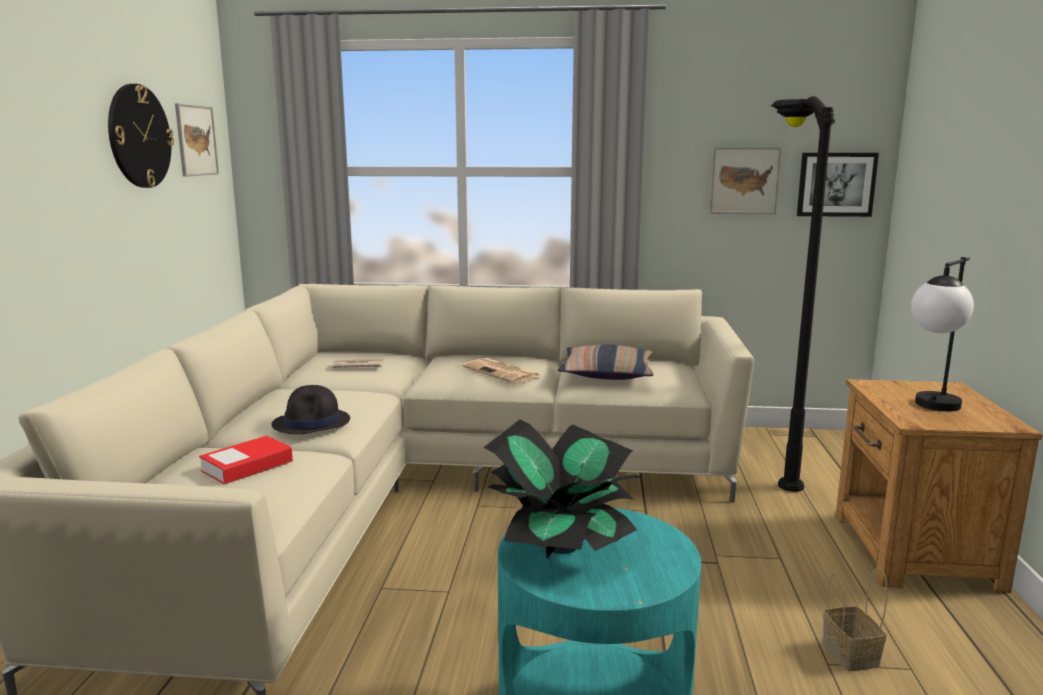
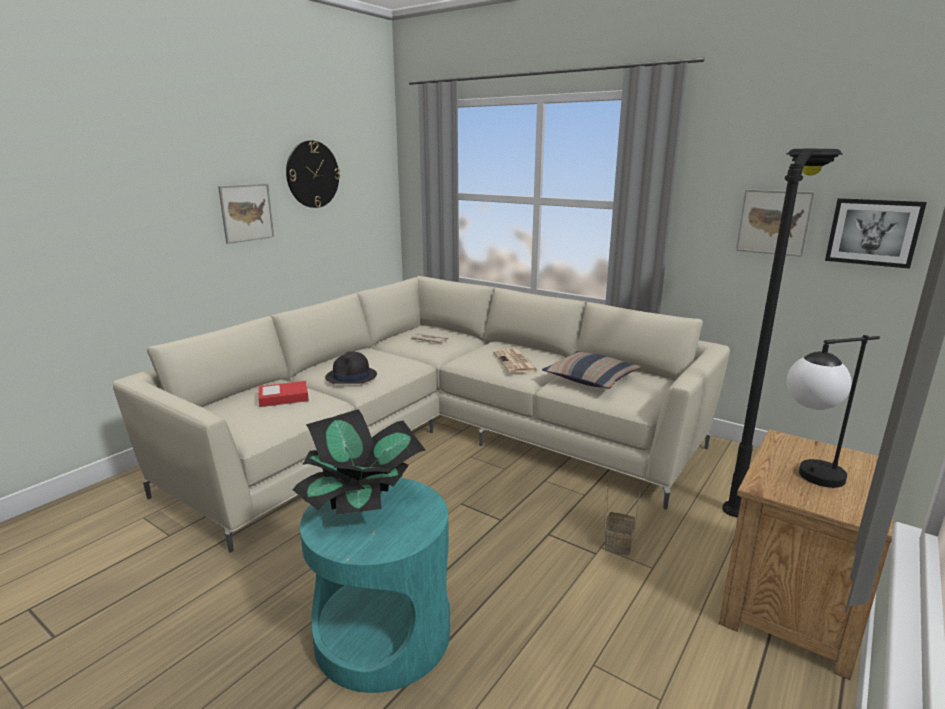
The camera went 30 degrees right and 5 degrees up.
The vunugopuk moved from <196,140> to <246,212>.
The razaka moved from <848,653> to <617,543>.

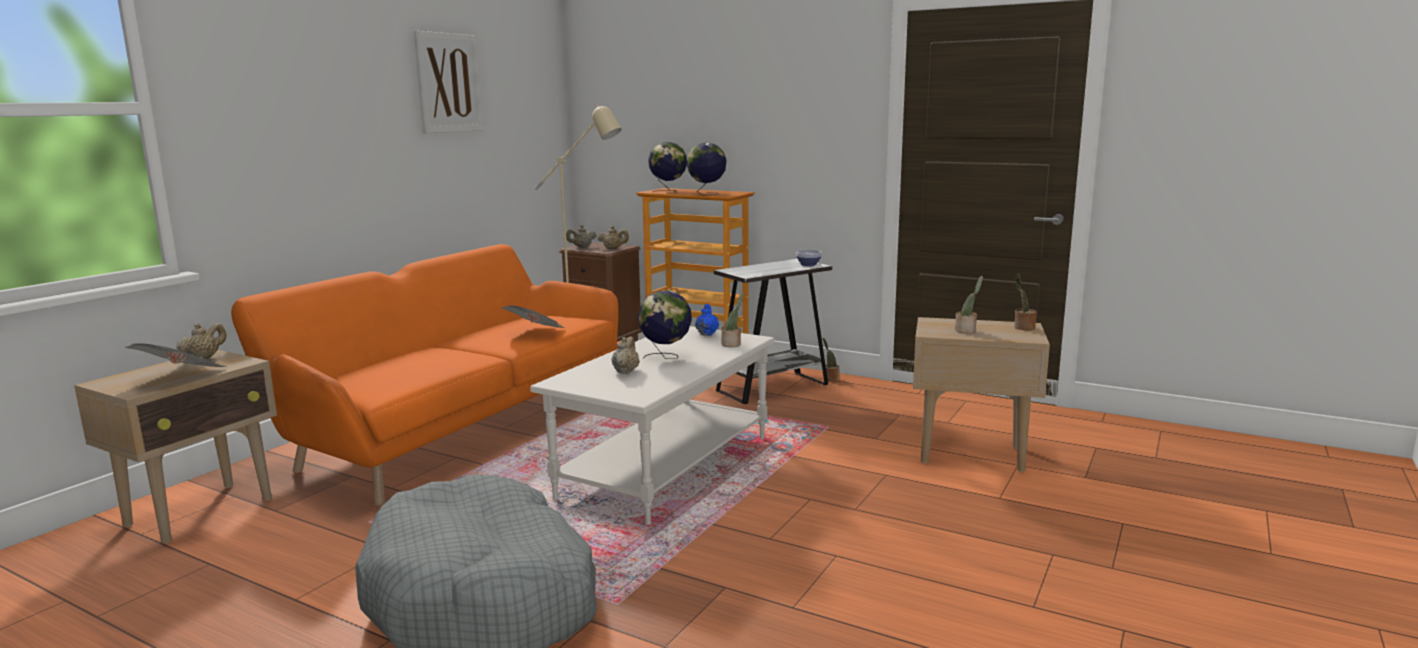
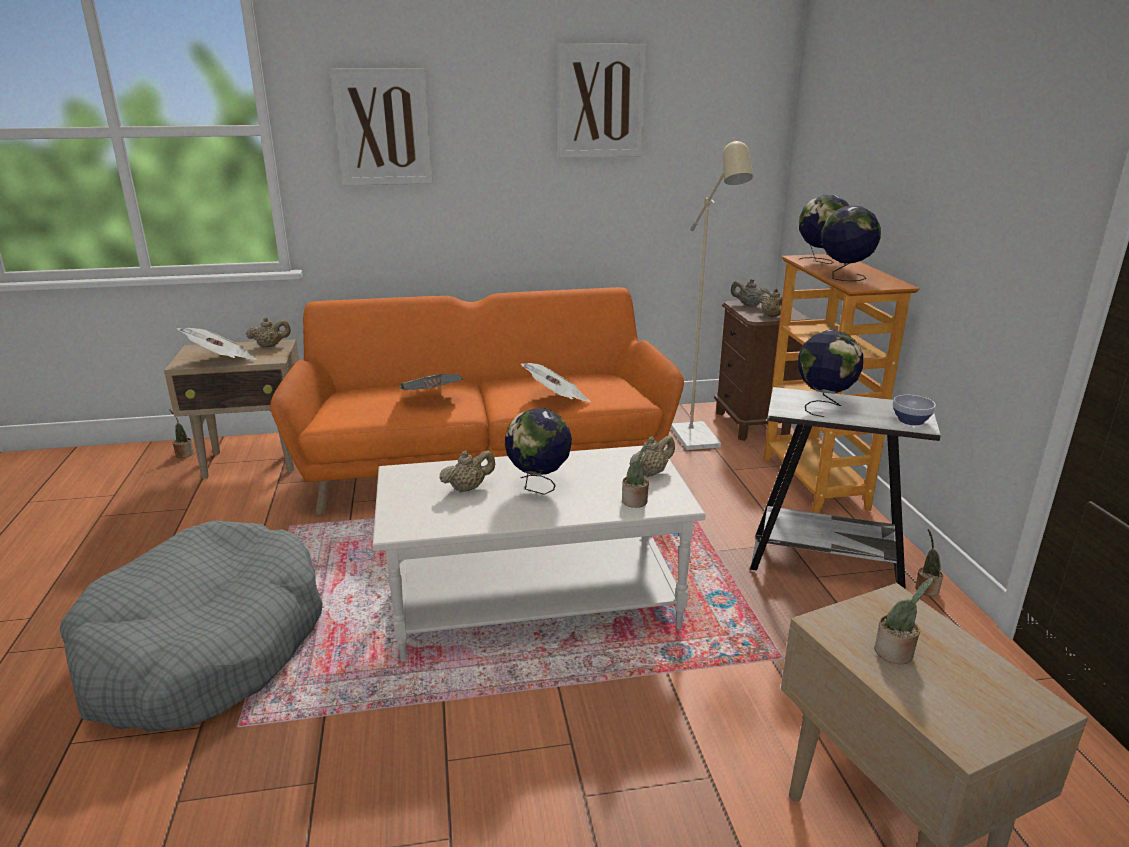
The camera went 50 degrees right and 10 degrees up.
The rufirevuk moved from <1023,328> to <184,454>.
The vunugopuk at <383,128> appeared.
The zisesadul at <432,399> appeared.
The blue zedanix at <707,334> became the beige zedanix at <651,473>.
The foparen at <823,406> appeared.

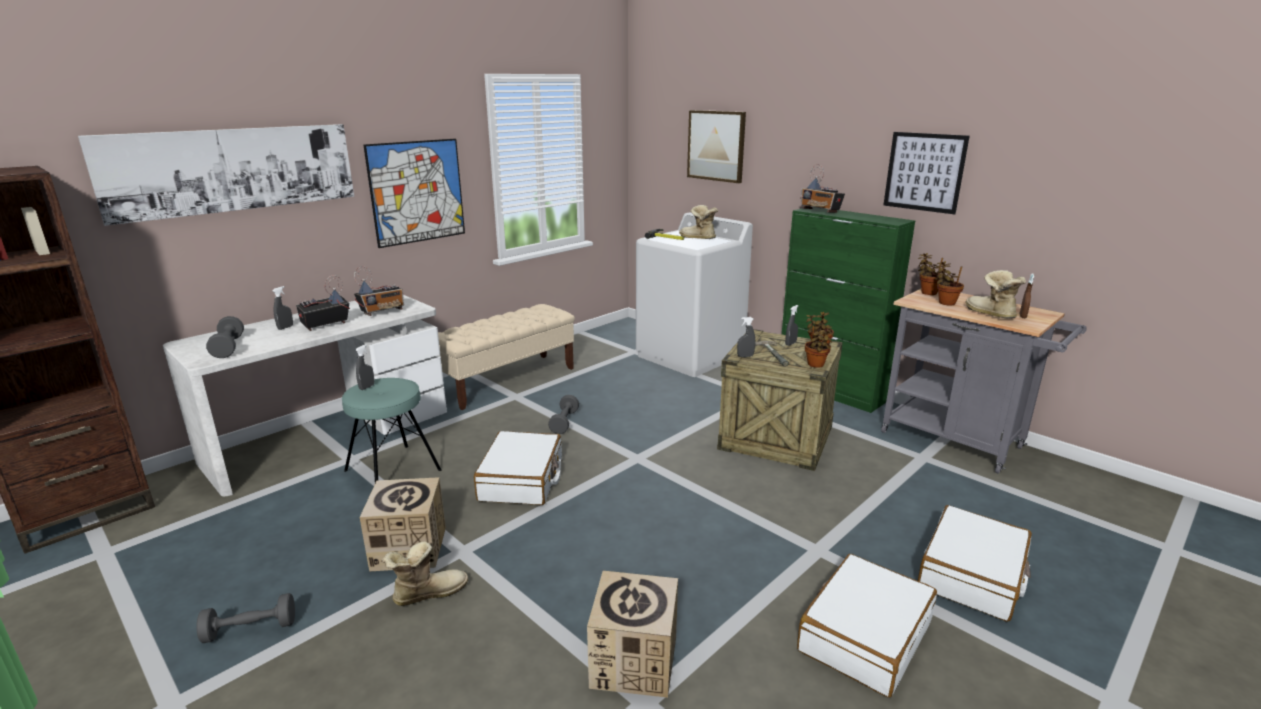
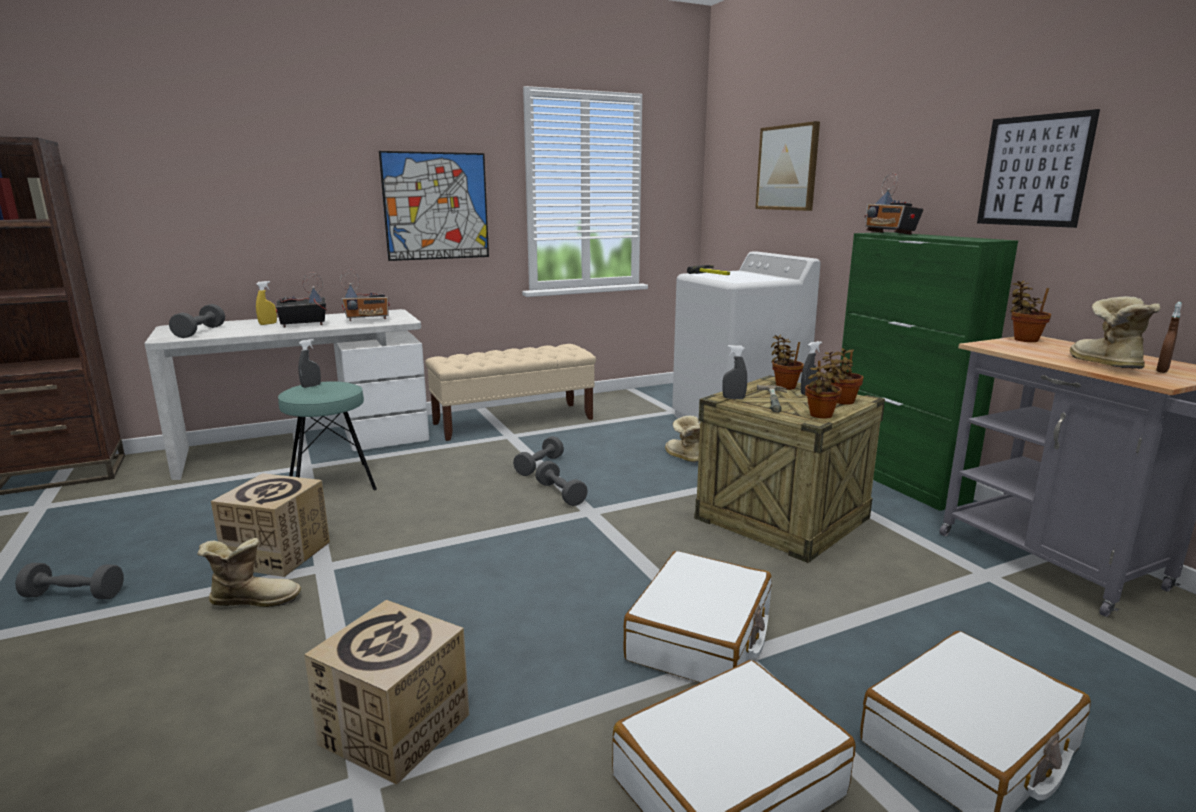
The camera went 20 degrees right and 5 degrees down.
The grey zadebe at <285,327> became the yellow zadebe at <268,324>.
The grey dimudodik at <560,494> appeared.
The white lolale moved from <522,480> to <701,637>.
The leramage moved from <697,238> to <683,457>.
The rufirevuk moved from <945,302> to <784,386>.
The vunugopuk at <233,169> disappeared.

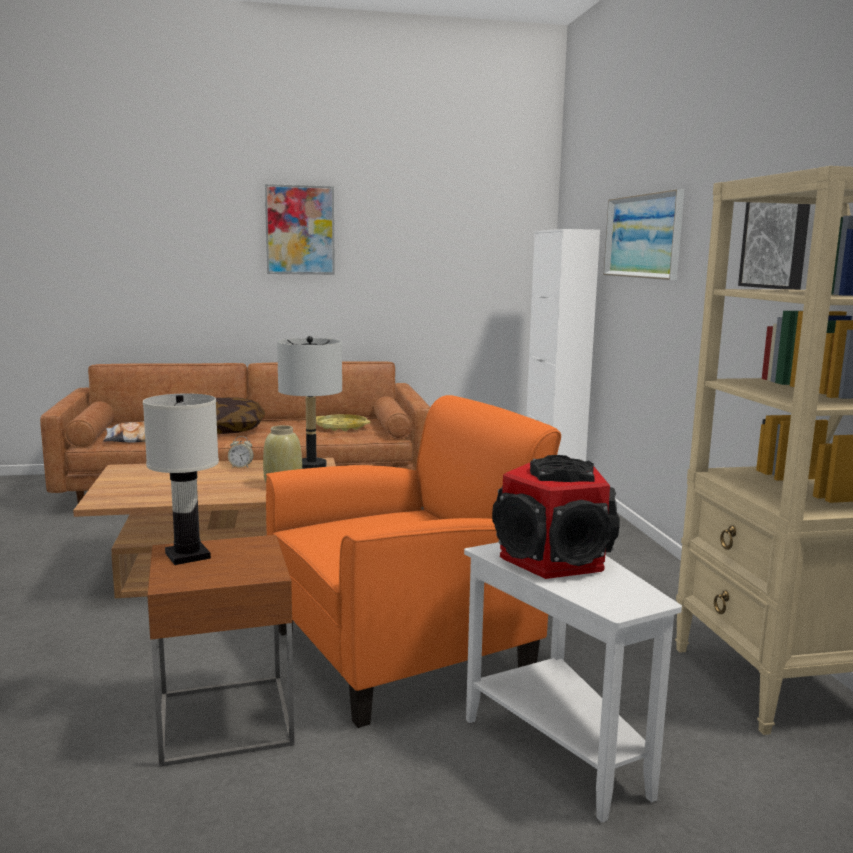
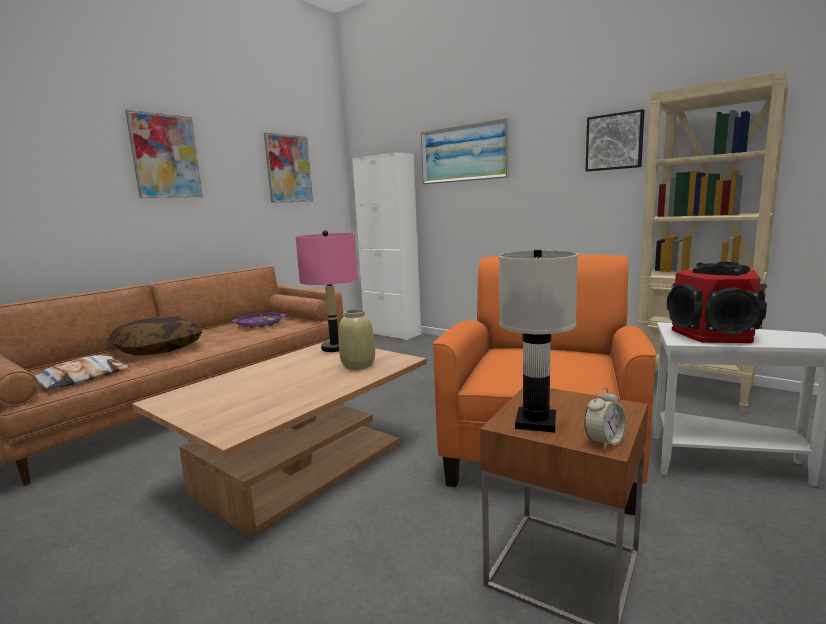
The camera went 40 degrees left and 0 degrees up.
The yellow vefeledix at <341,427> became the purple vefeledix at <260,324>.
The vunugopuk at <288,169> appeared.
The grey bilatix at <311,466> became the pink bilatix at <334,348>.
The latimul moved from <241,467> to <604,442>.

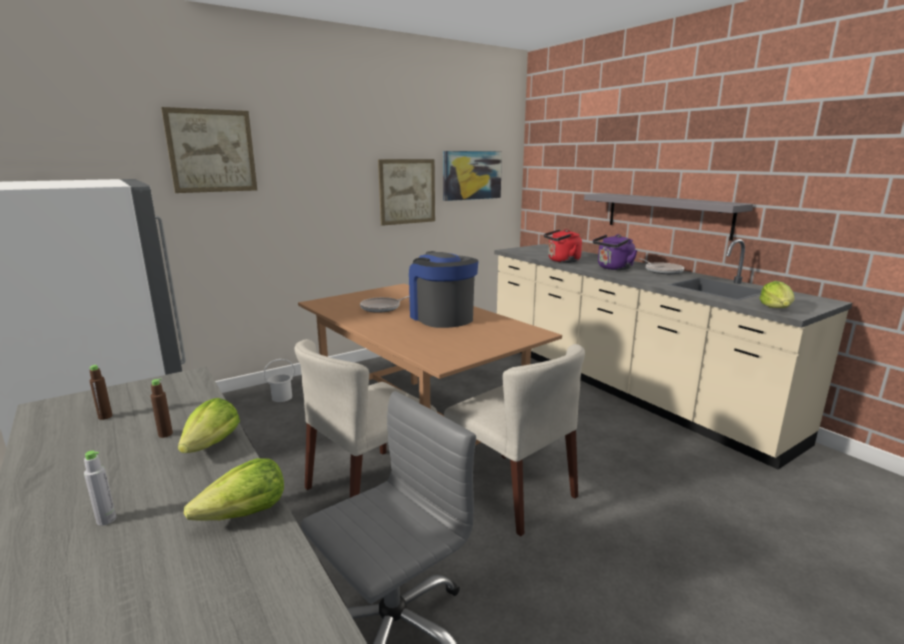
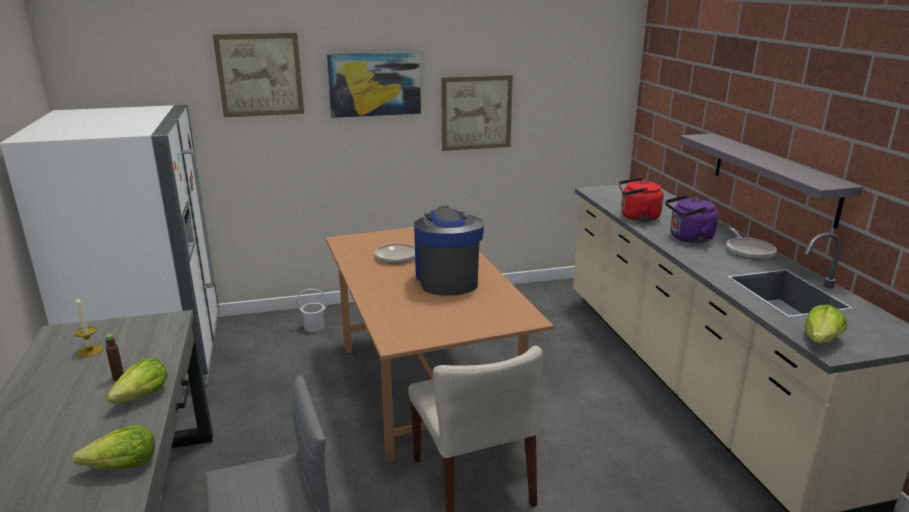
The camera went 20 degrees right and 5 degrees up.
The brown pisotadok at <105,417> was replaced by the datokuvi at <90,351>.
The vunugopuk moved from <472,175> to <374,84>.
The grey pisotadok at <106,520> disappeared.
The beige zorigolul at <368,486> disappeared.

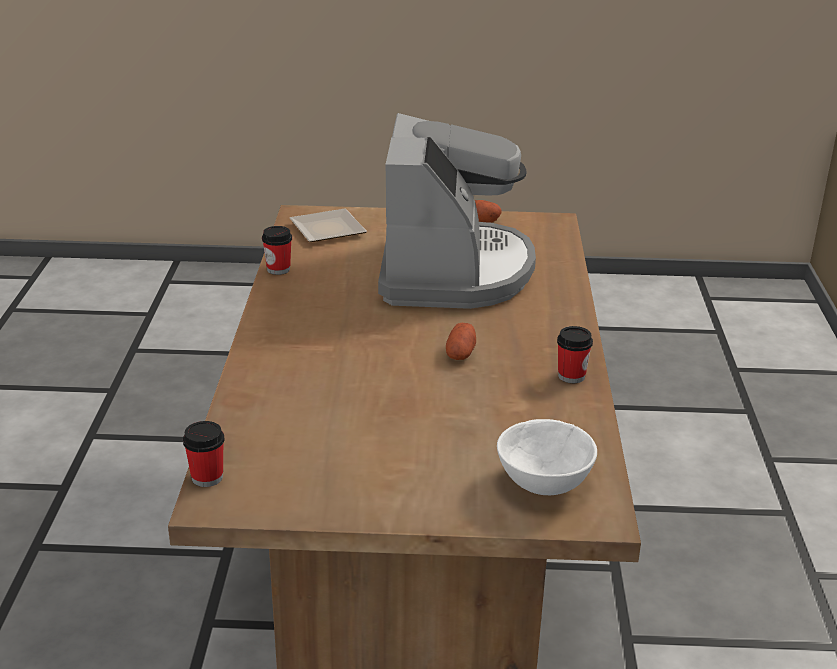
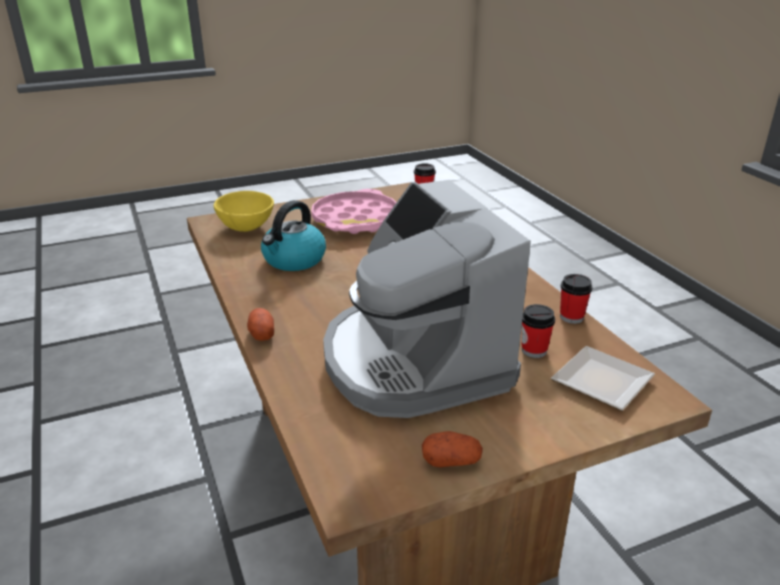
The camera went 155 degrees right and 0 degrees up.
The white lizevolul at <542,483> became the yellow lizevolul at <247,227>.
The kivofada moved from <460,353> to <261,333>.
The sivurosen at <294,260> appeared.
The pink vefeledix at <355,220> appeared.
The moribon moved from <571,376> to <534,350>.

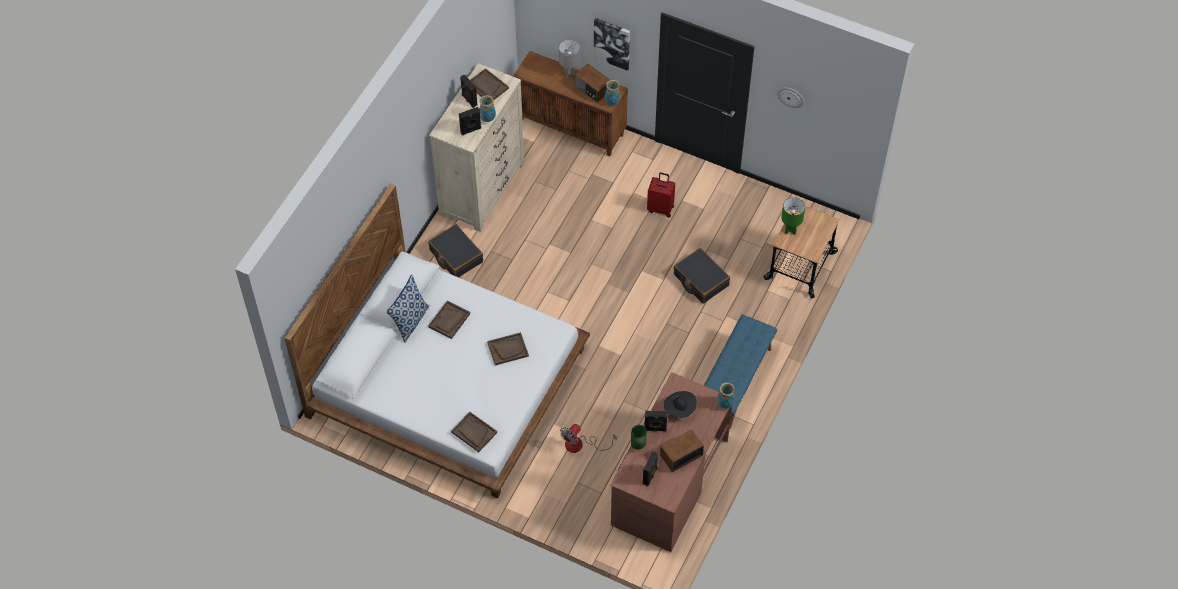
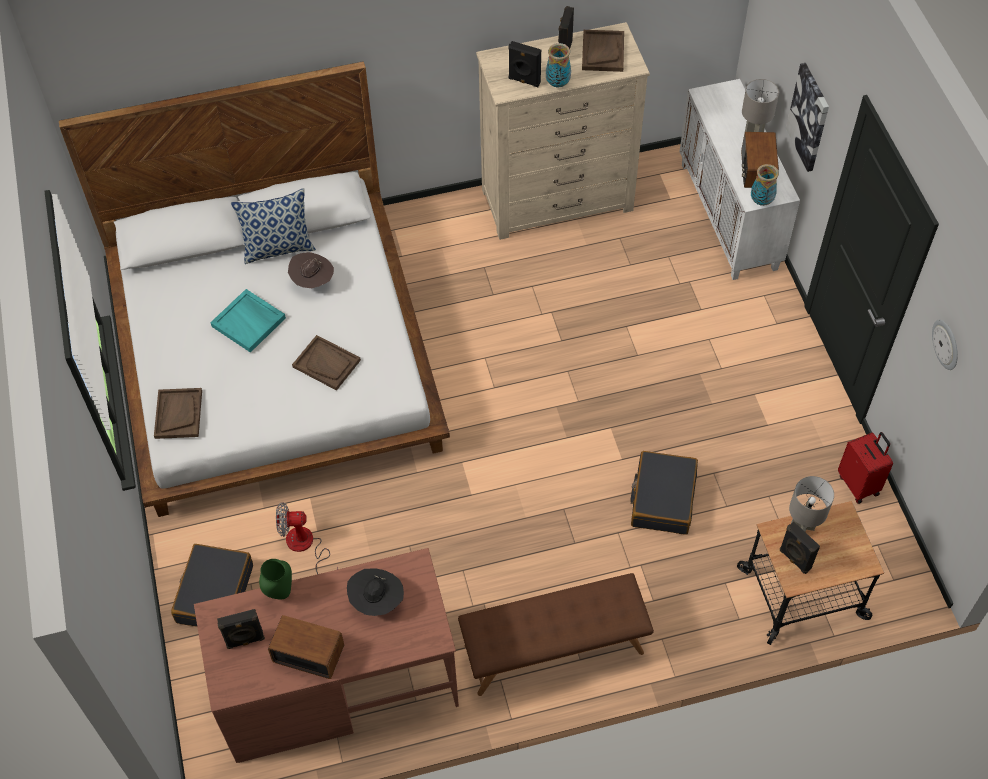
The camera went 50 degrees right and 0 degrees up.
The black lolale moved from <456,256> to <214,593>.
The turquoise vefeledix at <249,322> appeared.
The brown vefeledix at <449,320> was replaced by the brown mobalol at <313,281>.
The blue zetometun at <735,382> became the brown zetometun at <554,650>.
The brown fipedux at <571,127> became the white fipedux at <729,217>.
The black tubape moved from <655,429> to <794,560>.
The green bilatix at <790,230> became the grey bilatix at <802,527>.
The red lolale moved from <661,208> to <859,484>.
The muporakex at <725,404> disappeared.

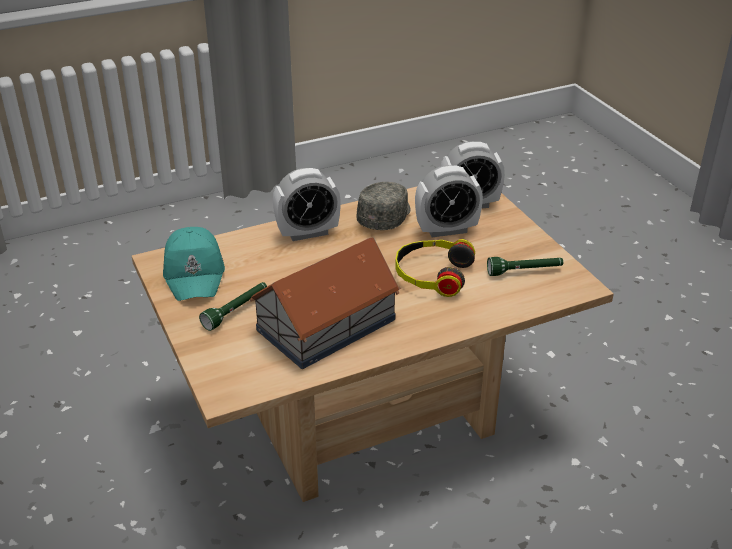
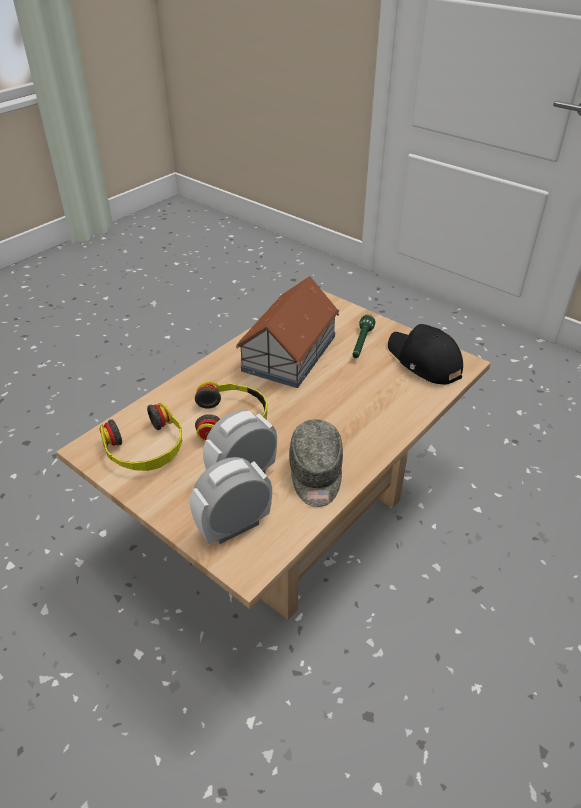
The camera went 155 degrees right and 5 degrees up.
The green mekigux at <524,271> was replaced by the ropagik at <146,448>.
The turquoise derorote at <195,273> became the black derorote at <423,362>.
The latimul at <308,233> disappeared.

